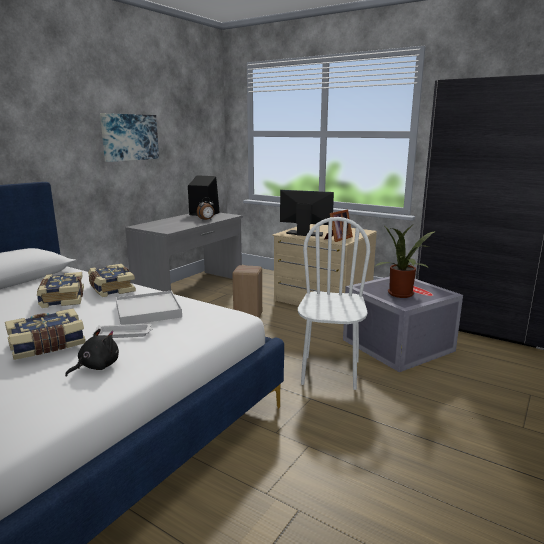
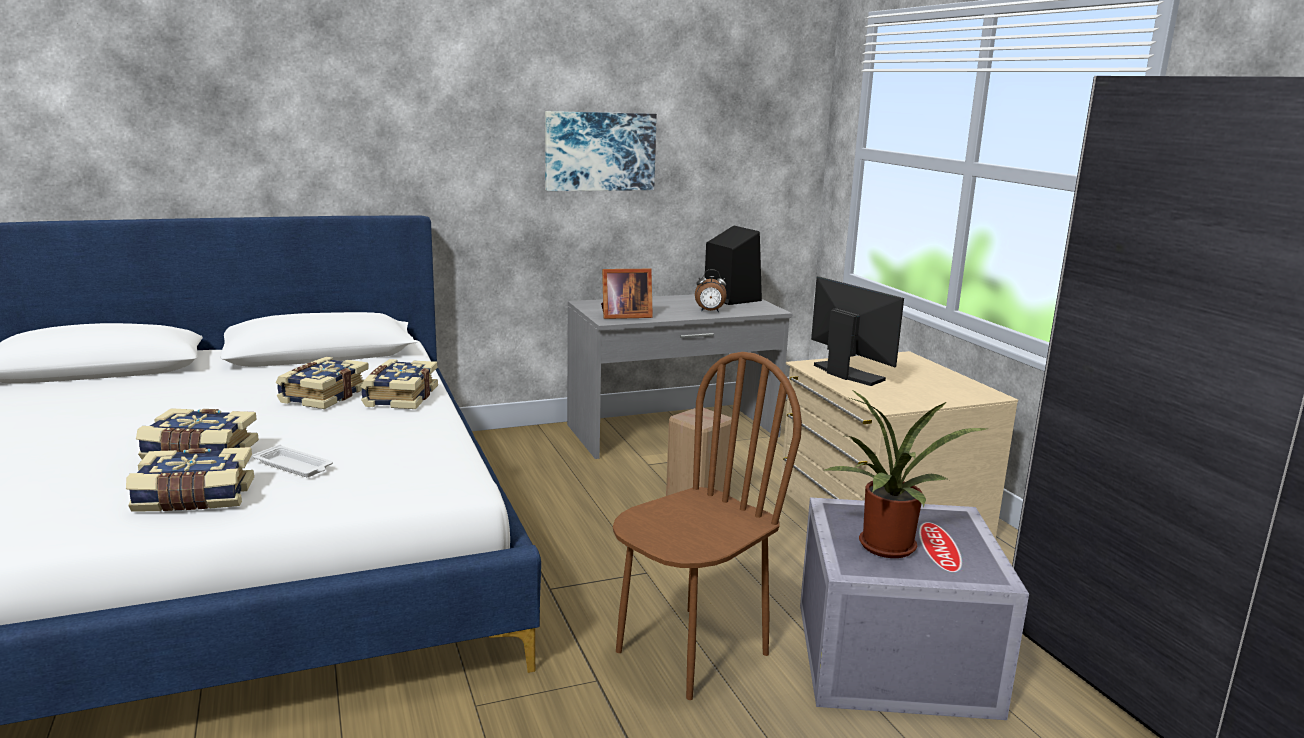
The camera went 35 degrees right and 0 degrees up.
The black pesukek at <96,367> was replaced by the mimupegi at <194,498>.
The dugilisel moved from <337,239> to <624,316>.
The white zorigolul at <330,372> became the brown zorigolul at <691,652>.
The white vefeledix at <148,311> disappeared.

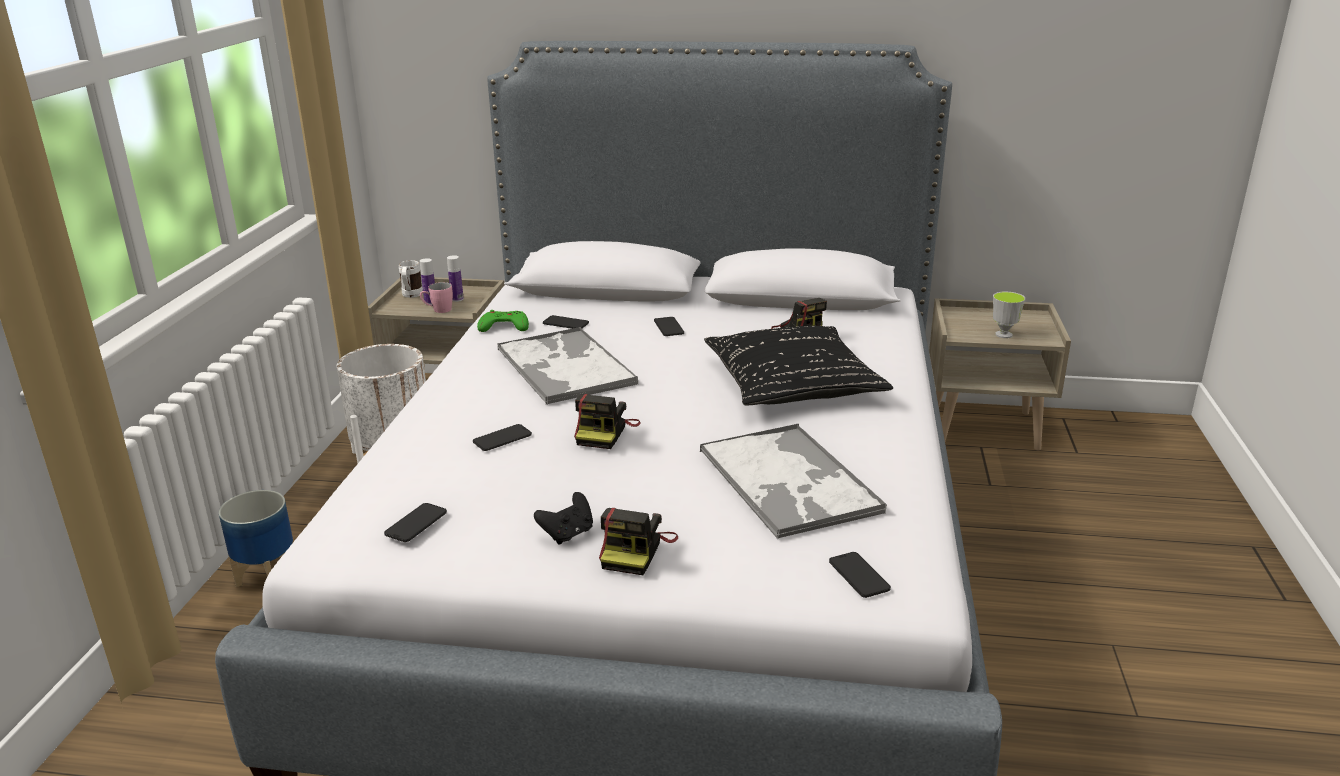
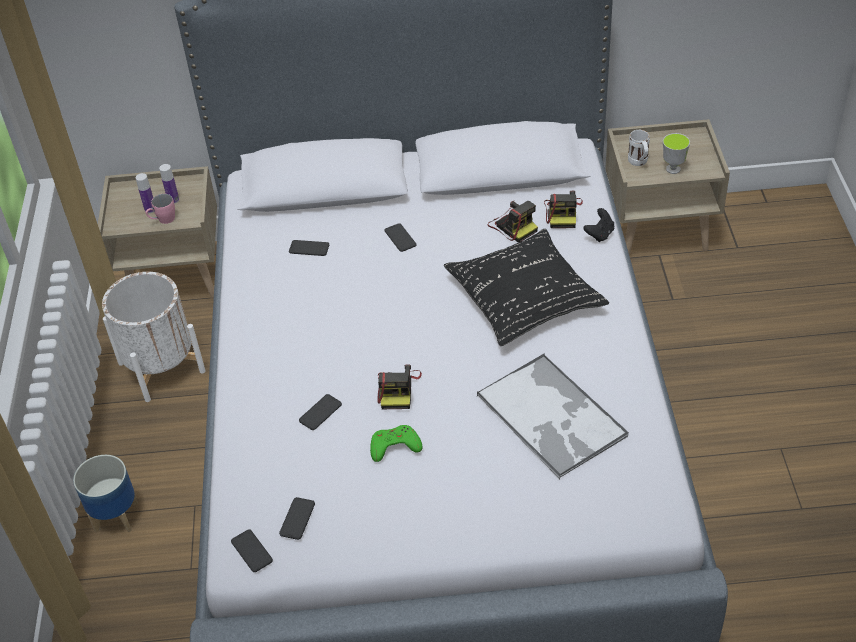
The camera went 10 degrees left and 20 degrees up.
The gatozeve moved from <859,575> to <251,551>.
The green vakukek moved from <504,326> to <394,446>.
The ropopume moved from <636,550> to <563,213>.
The black vakukek moved from <568,534> to <600,234>.
The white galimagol moved from <411,296> to <639,163>.
The vefeledix at <564,366> disappeared.

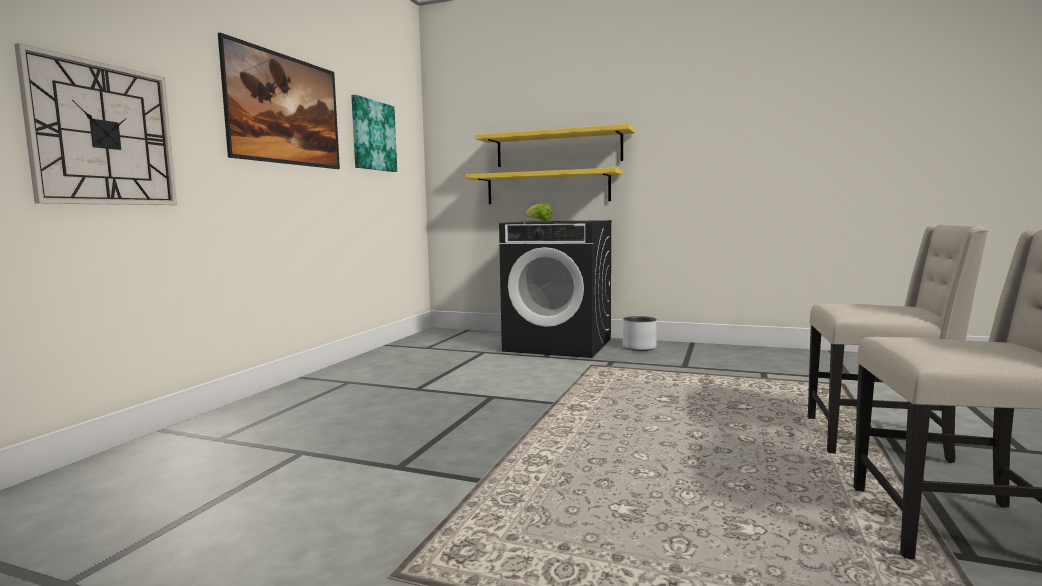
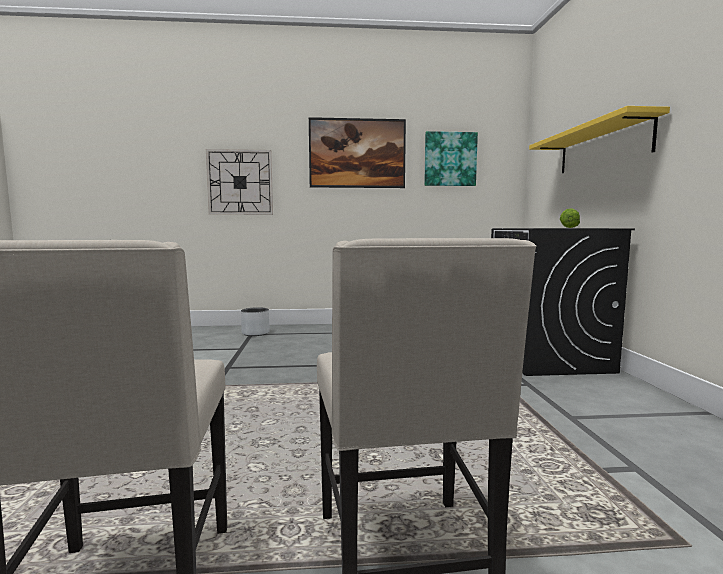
The camera went 65 degrees right and 0 degrees up.
The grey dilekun moved from <639,347> to <255,333>.
The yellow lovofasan at <547,188> disappeared.

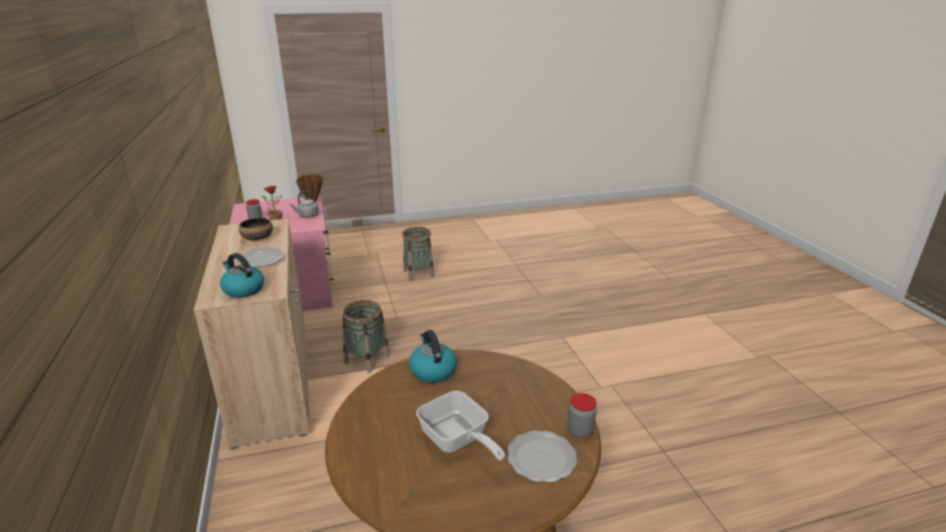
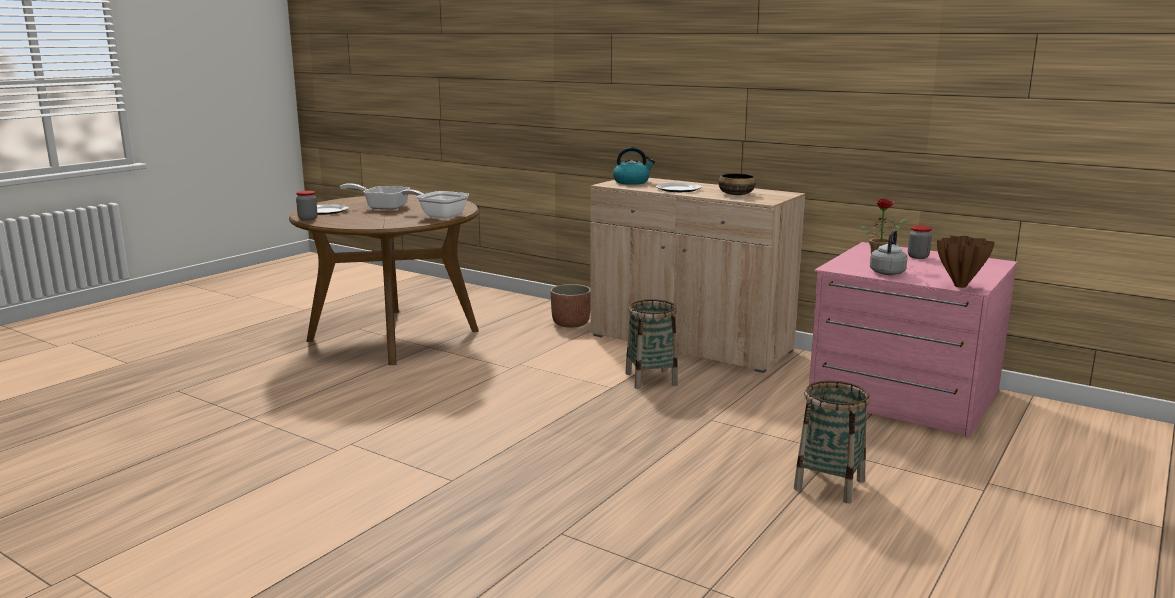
The camera went 140 degrees right and 10 degrees down.
The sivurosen at <432,370> was replaced by the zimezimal at <439,216>.
The dilekun at <571,323> appeared.

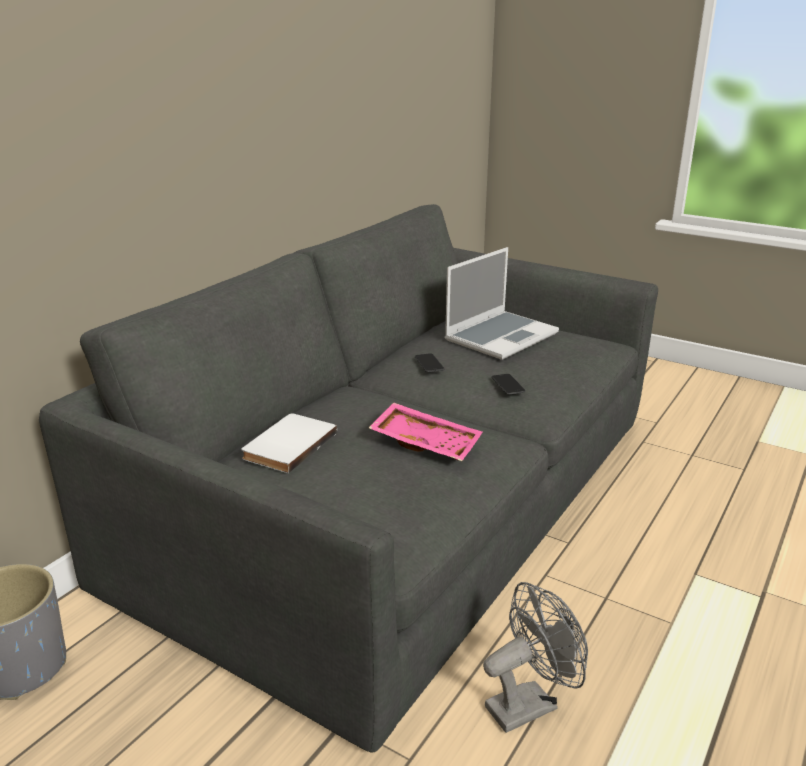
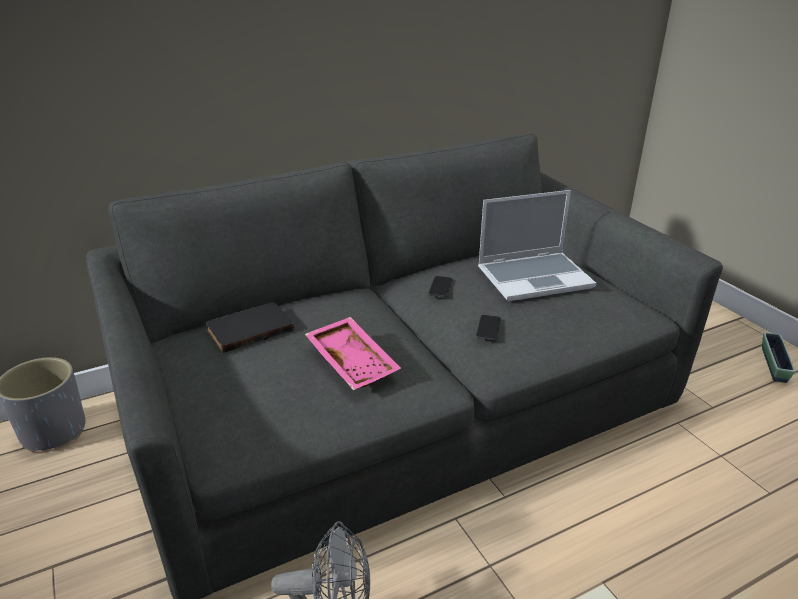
The camera went 30 degrees right and 5 degrees up.
The white mimupegi at <287,445> became the black mimupegi at <249,328>.
The dilekun at <773,364> appeared.

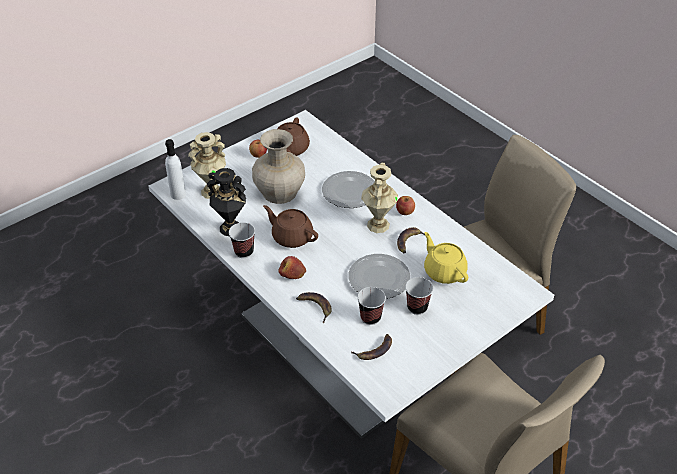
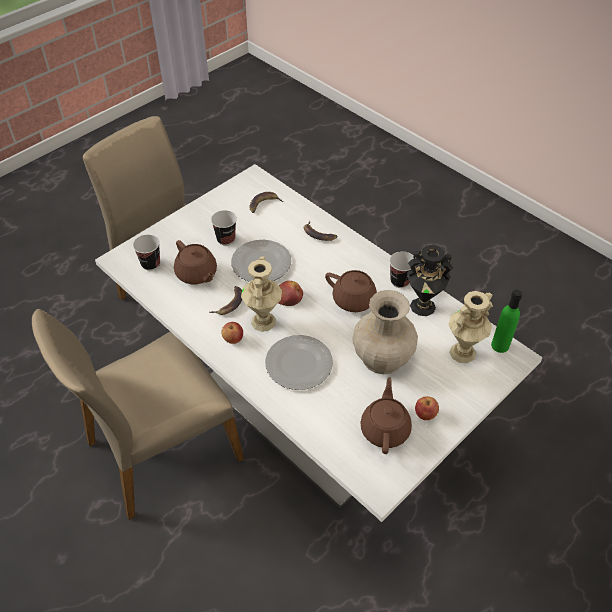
The camera went 175 degrees right and 5 degrees up.
The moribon moved from <370,317> to <150,264>.
The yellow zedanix at <444,271> became the brown zedanix at <196,274>.
The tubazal moved from <292,273> to <289,297>.
The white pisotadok at <178,194> became the green pisotadok at <500,345>.

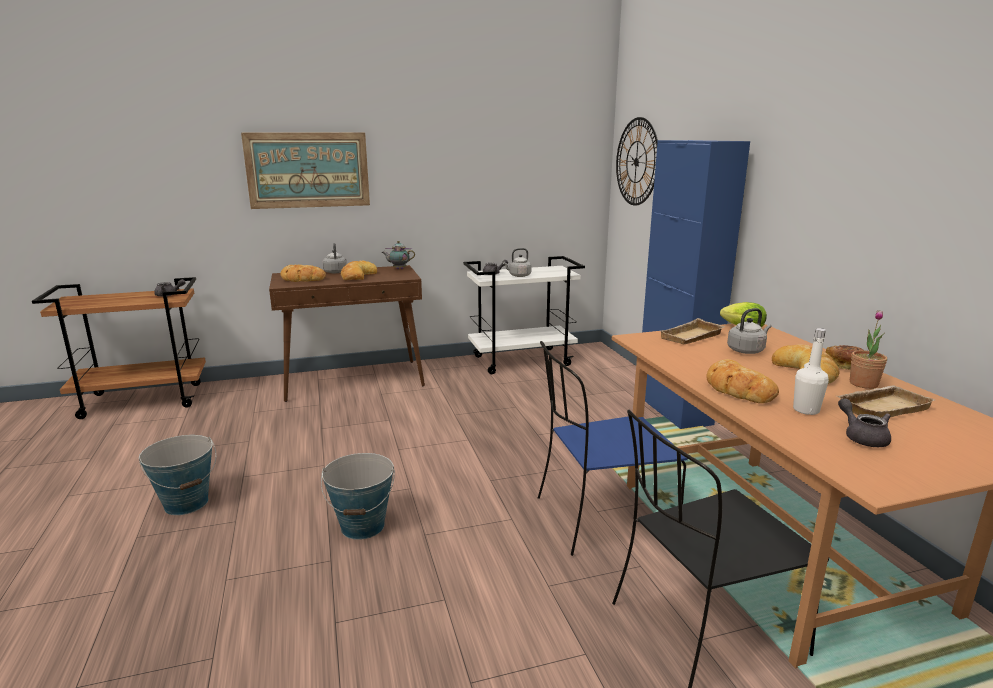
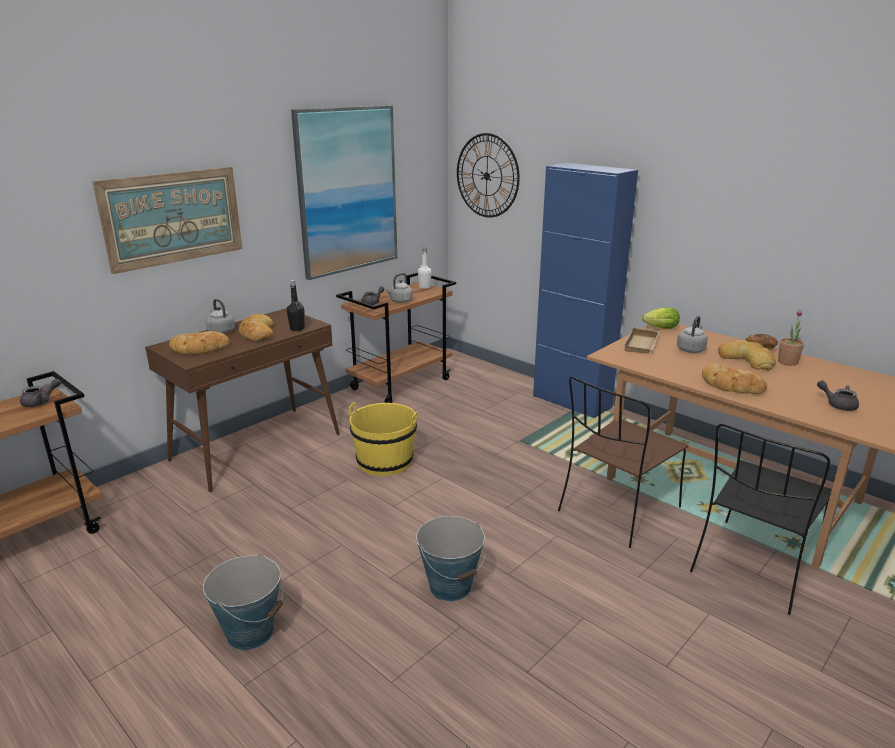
The camera went 30 degrees left and 5 degrees up.
The black pisotadok at <297,329> appeared.
The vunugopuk at <347,191> appeared.
The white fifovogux at <522,360> became the brown fifovogux at <401,384>.
The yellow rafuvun at <385,461> appeared.
The white pisotadok moved from <806,410> to <424,287>.
The blue zorigolul at <601,518> became the brown zorigolul at <617,511>.
The zedanix at <398,269> disappeared.
The beige vefeledix at <881,407> disappeared.

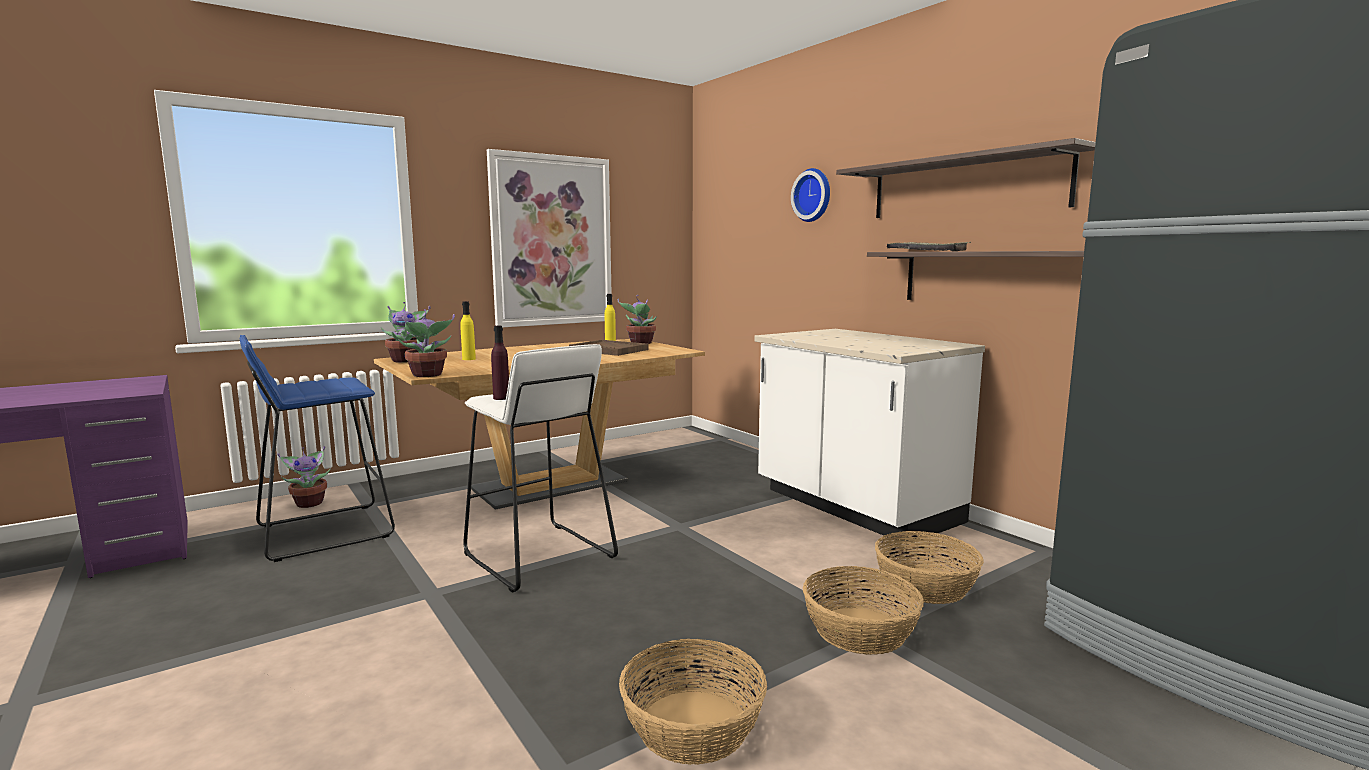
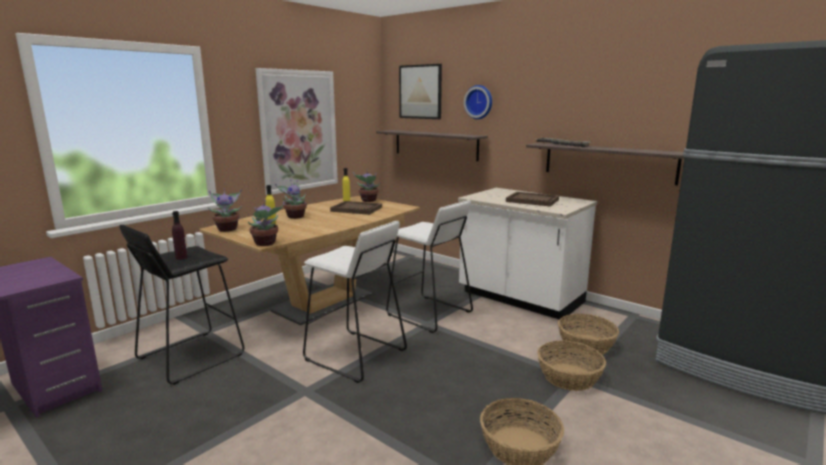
The camera went 15 degrees left and 5 degrees up.
The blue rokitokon at <323,531> became the black rokitokon at <190,356>.
The purple pisotadok moved from <501,398> to <181,258>.
The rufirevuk moved from <309,503> to <295,216>.
The lovofasan moved from <965,187> to <435,144>.
The white rokitokon at <429,314> appeared.
The vunugopuk at <420,92> appeared.
The brown vefeledix at <532,200> appeared.

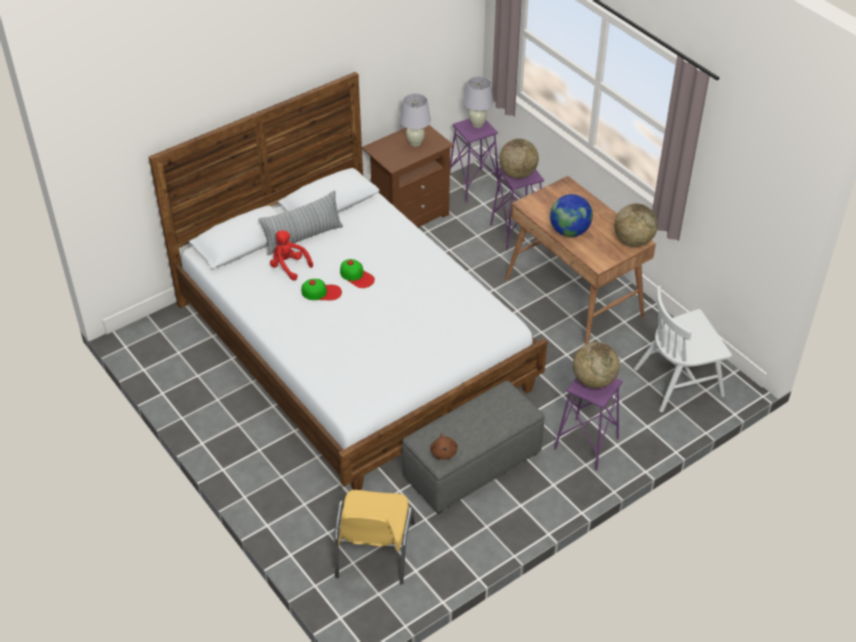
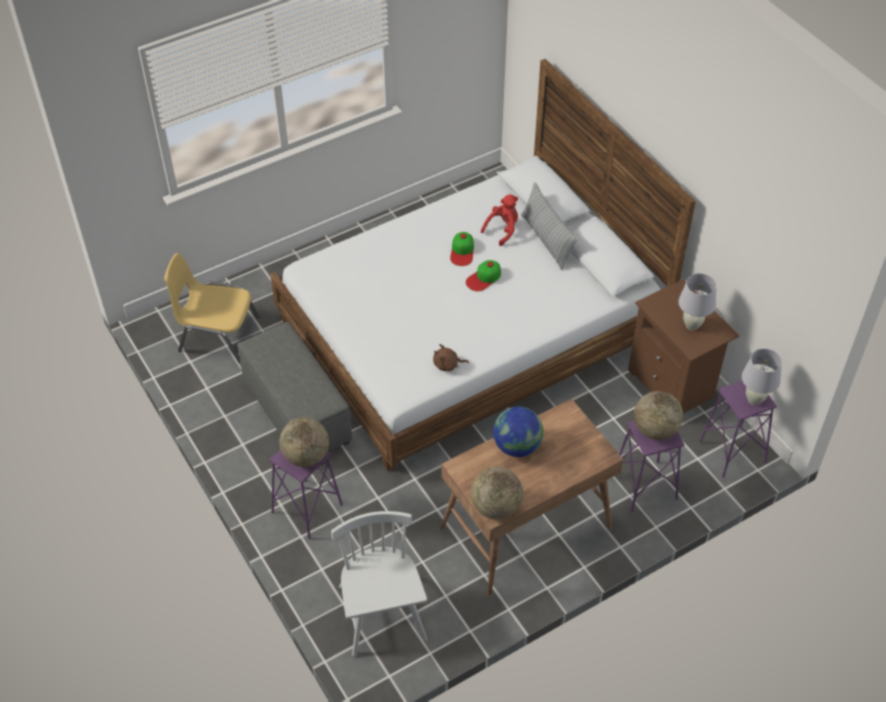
The camera went 95 degrees right and 5 degrees up.
The brown pesukek moved from <444,452> to <447,365>.

